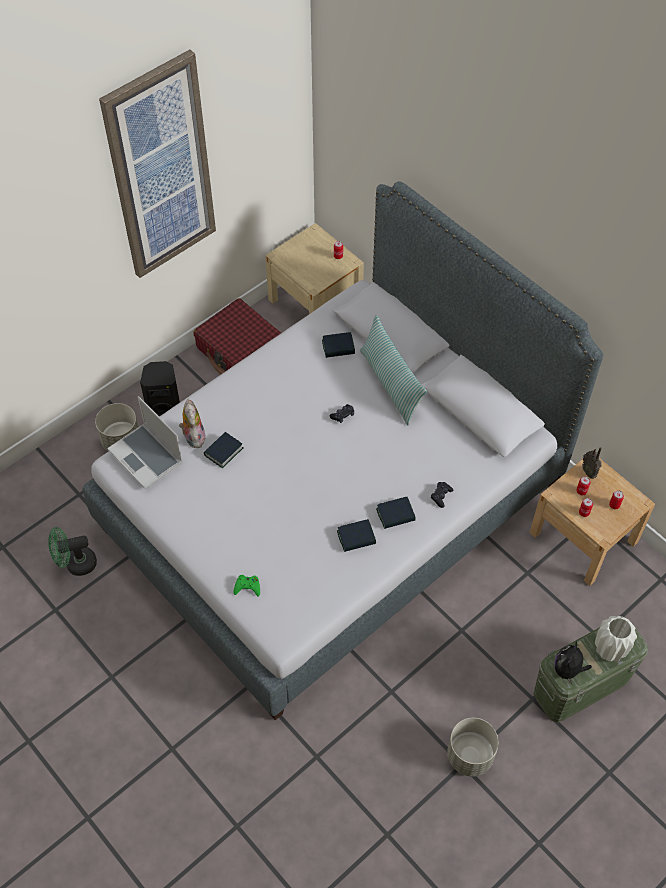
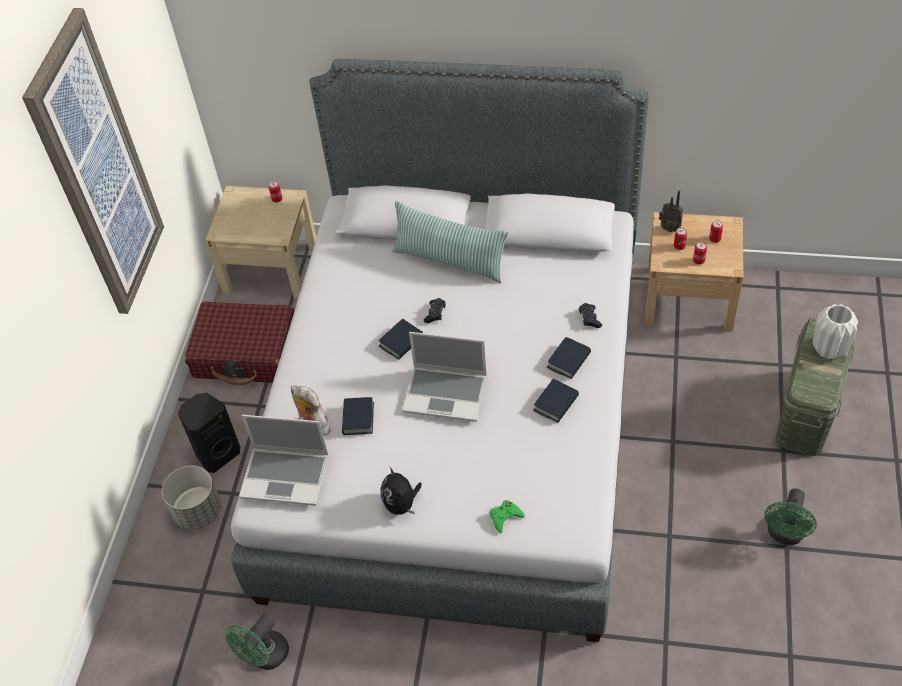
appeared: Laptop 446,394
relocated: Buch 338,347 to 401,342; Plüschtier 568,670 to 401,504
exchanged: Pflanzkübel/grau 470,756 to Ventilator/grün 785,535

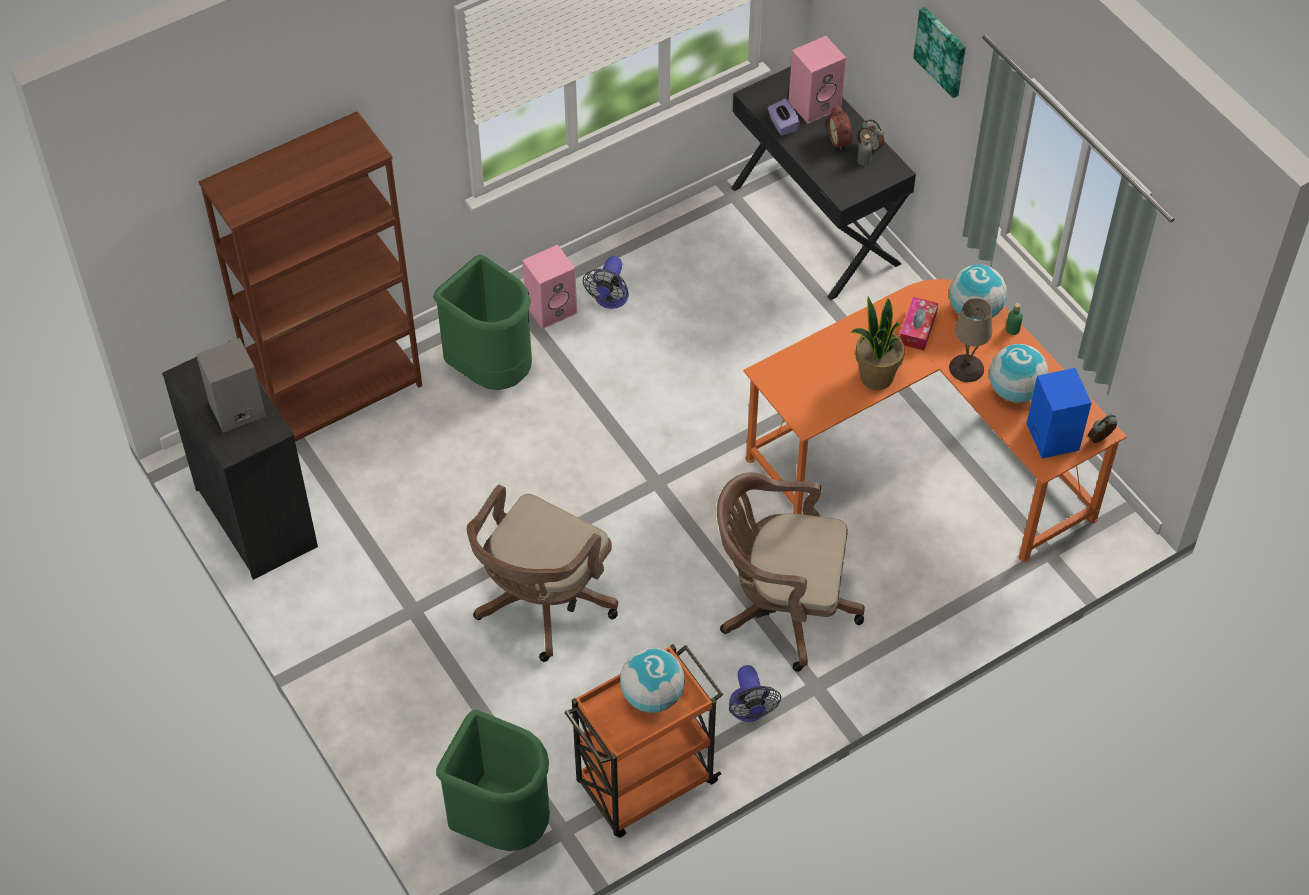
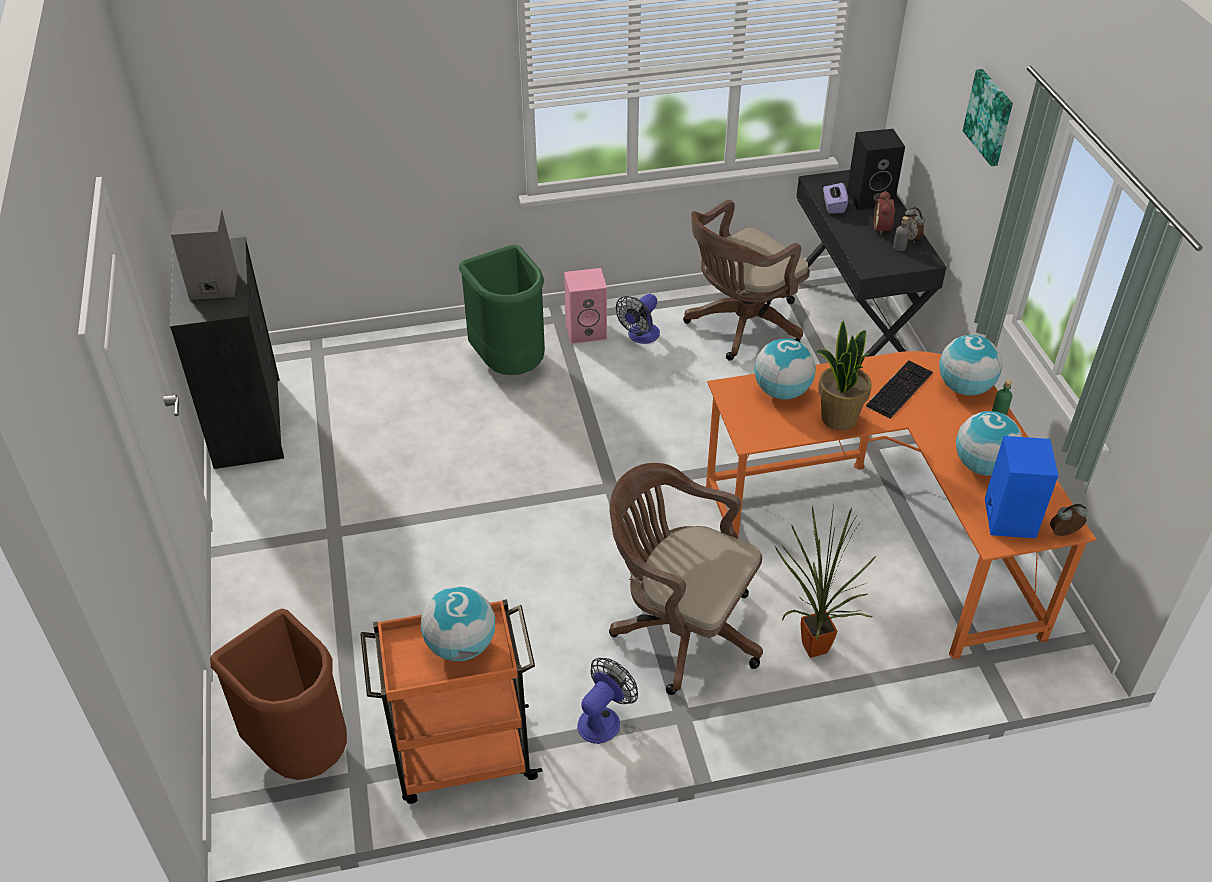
missing: Bücherregal/braun 339,397; Tischlampe/beige 965,368
appeared: Globus 781,391; Topfpflanze 809,649
relocated: Bürostuhl/braun 541,605 to 740,326
exchanged: Taschentuchbox 917,329 to Tastatur 898,388
colour: Mülleimer/grün 501,823 to Mülleimer/braun 302,750; Lautsprecher/rosa 815,104 to Lautsprecher/schwarz 871,198
spun: Ventilator 750,711 = 603,719 150 degrees counterclockwise

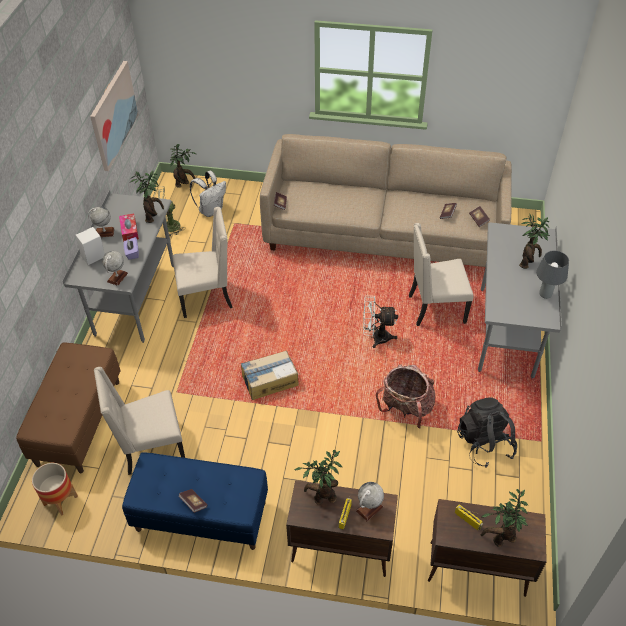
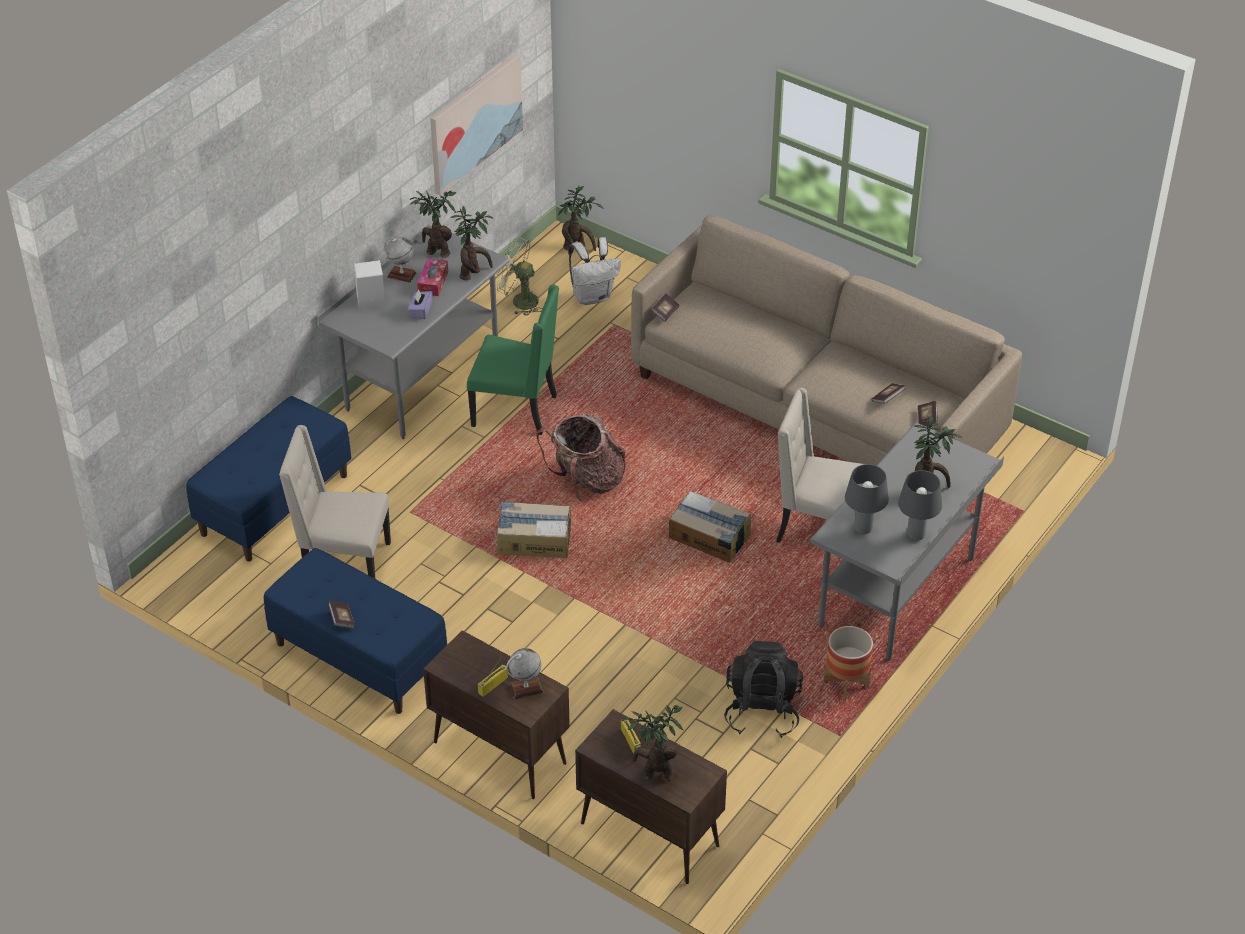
missing: Globus 117,277
appeared: Tischlampe/grau 862,529
relocated: Pflanzkübel 61,500 to 846,685; Topfpflanze 322,497 to 436,251; Rucksack 406,408 to 586,481
exchanged: Ventilator/weiß 376,337 to Karton 709,537
colour: Bank/braun 78,421 to Bank/blau 274,504; Stuhl/beige 207,297 to Stuhl/grün 517,410

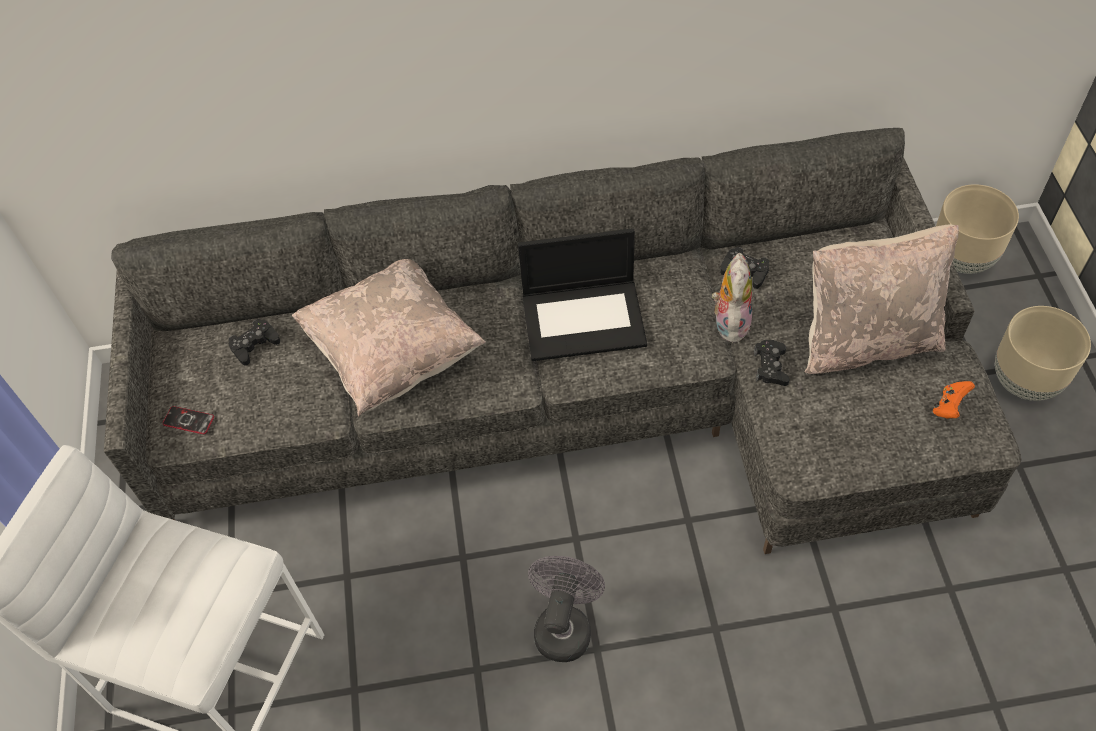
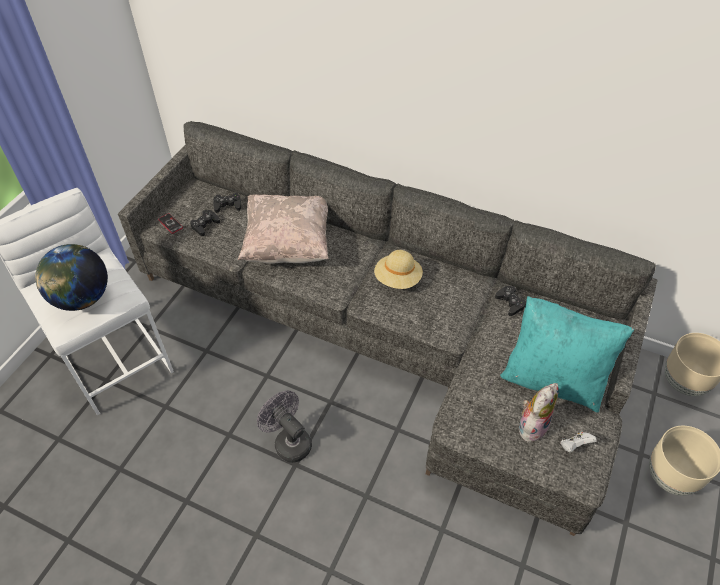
appeared: Globus 82,298
relocated: Plüschtier 729,322 to 531,425; Gamepad/schwarz 770,367 to 205,225
exchanged: Laptop 584,319 to Hut/beige 398,279
colour: Kissen/beige 866,340 to Kissen/türkis 553,379; Gamepad/orange 949,407 to Gamepad/weiß 574,445
spun: Ventilator/grau 564,625 = 289,441 90 degrees counterclockwise

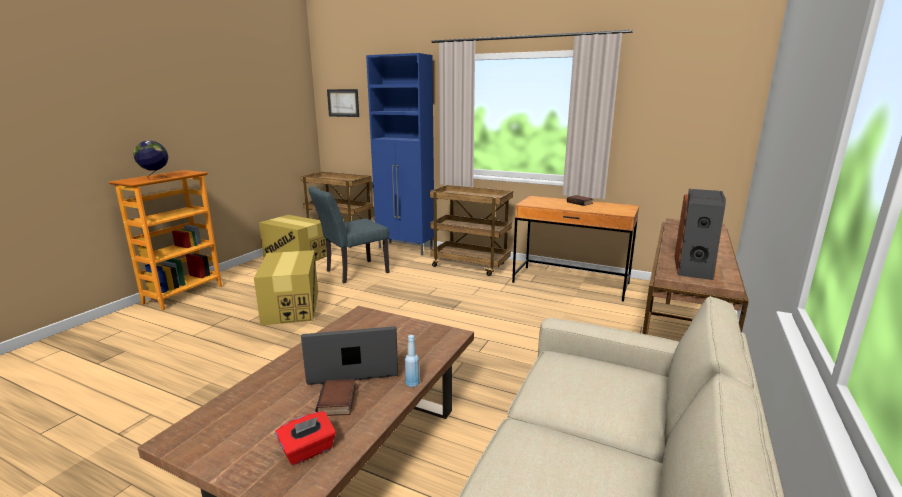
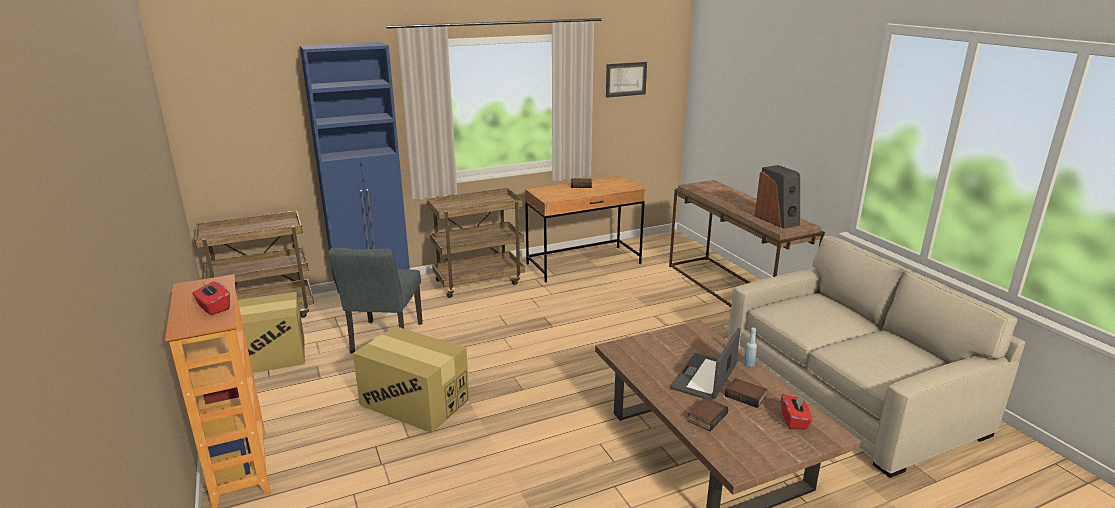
appeared: Buch 706,417
relocated: Bild 343,103 to 626,79
exchanged: Globus 155,178 to Taschentuchbox/rot 213,308

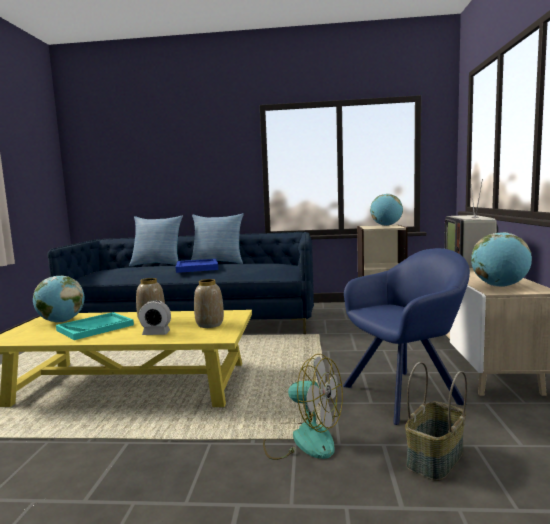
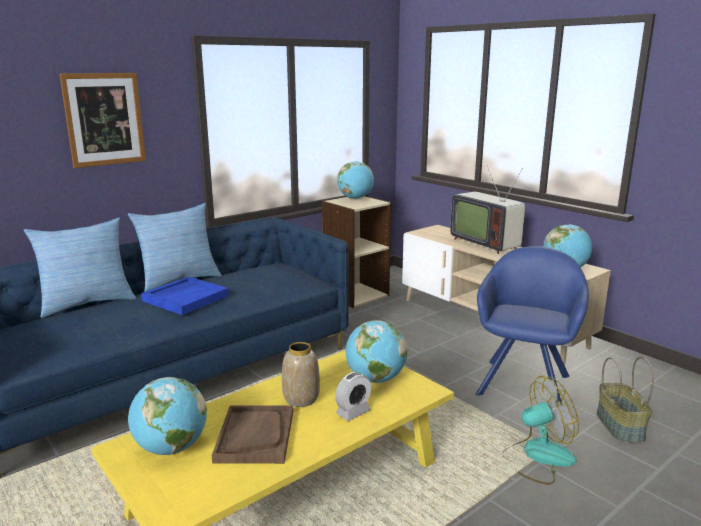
appeared: Bild 104,119
exchanged: Vase 209,324 to Globus 375,379
colour: Tablett/türkis 95,327 to Tablett/braun 255,436

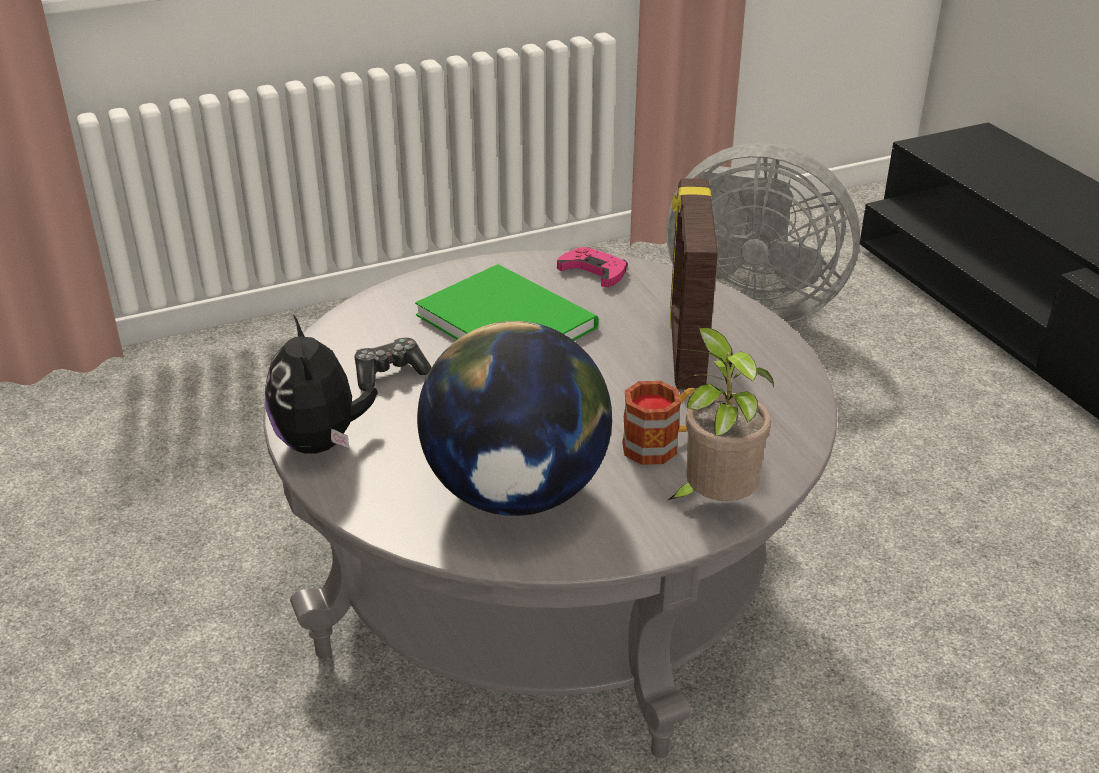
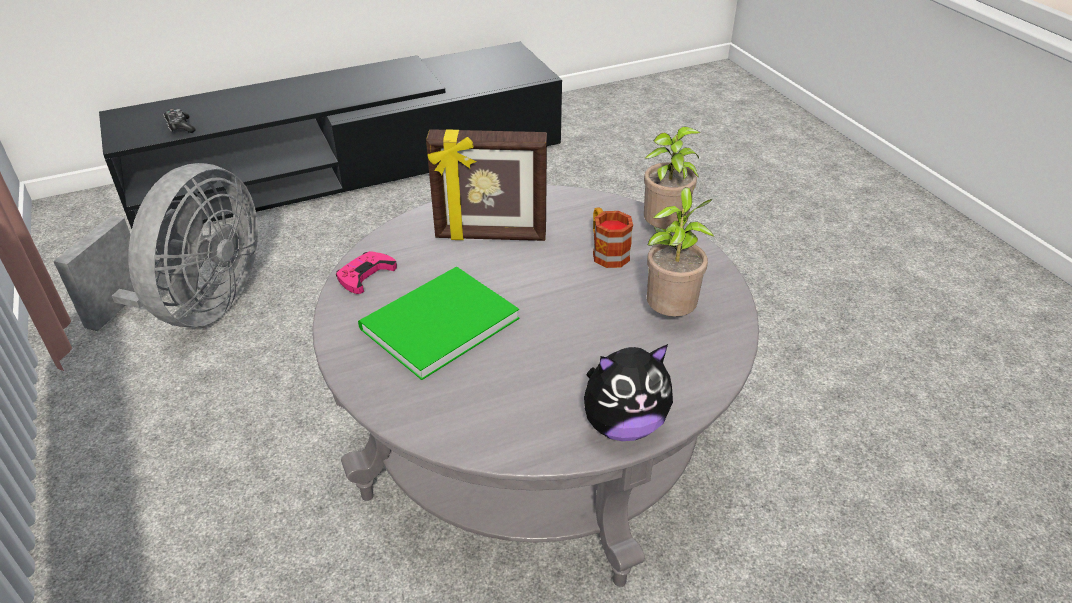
relocated: Gamepad 389,373 to 180,127
exchanged: Globus 516,493 to Topfpflanze 670,314

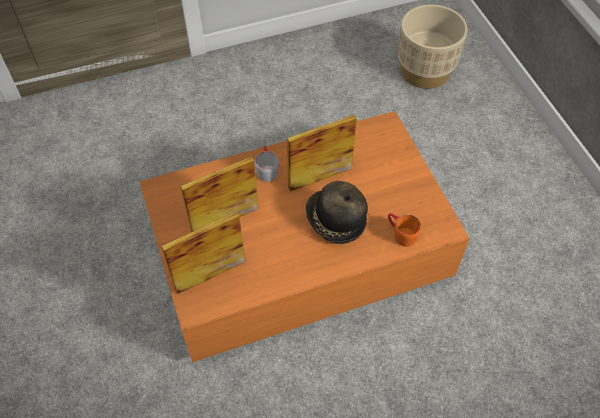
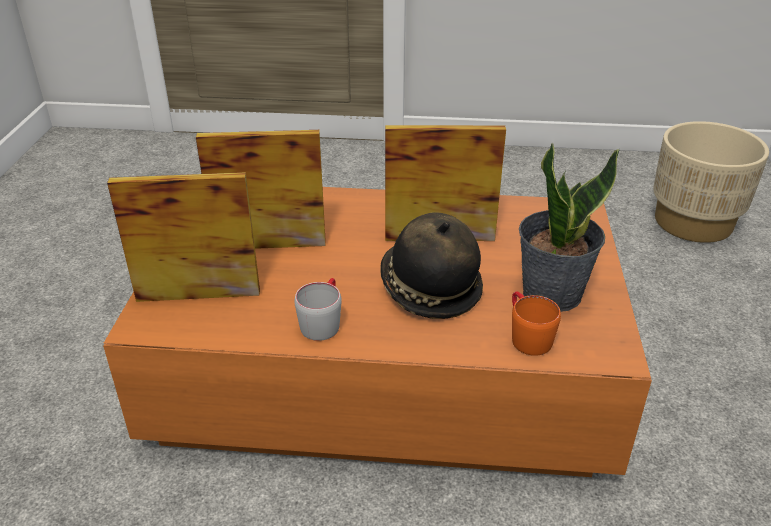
appeared: Topfpflanze 551,293
relocated: Henkelbecher/grau 266,169 to 323,321

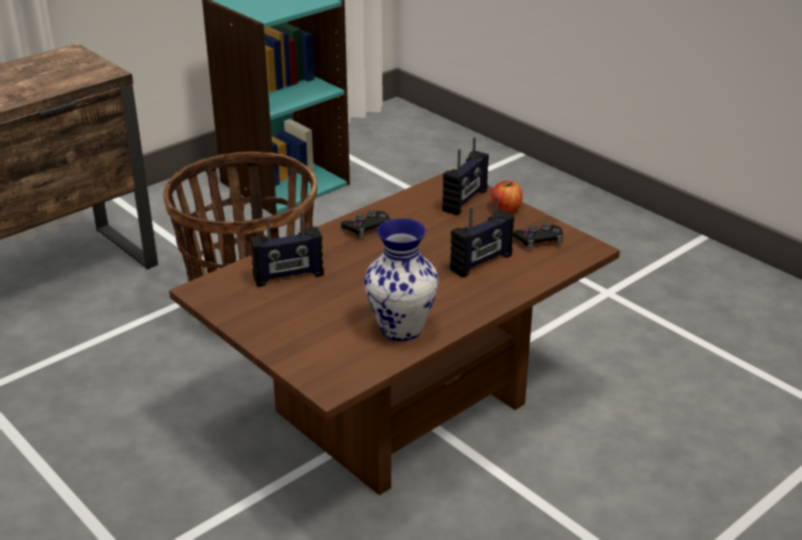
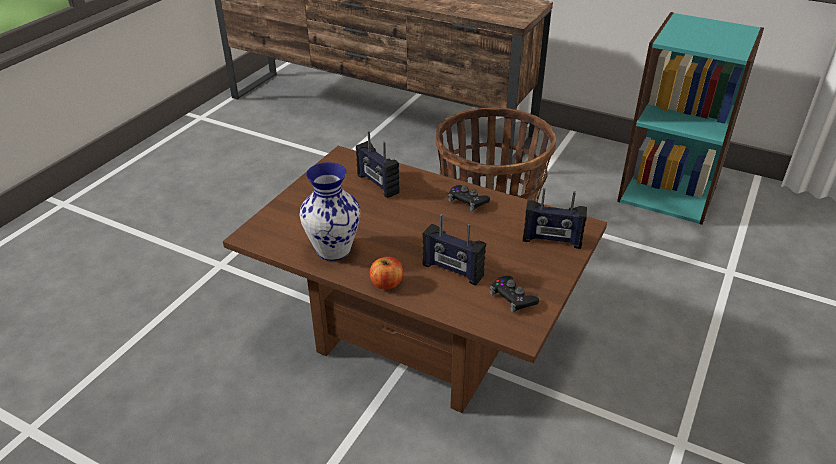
relocated: Apfel 506,209 to 386,283

